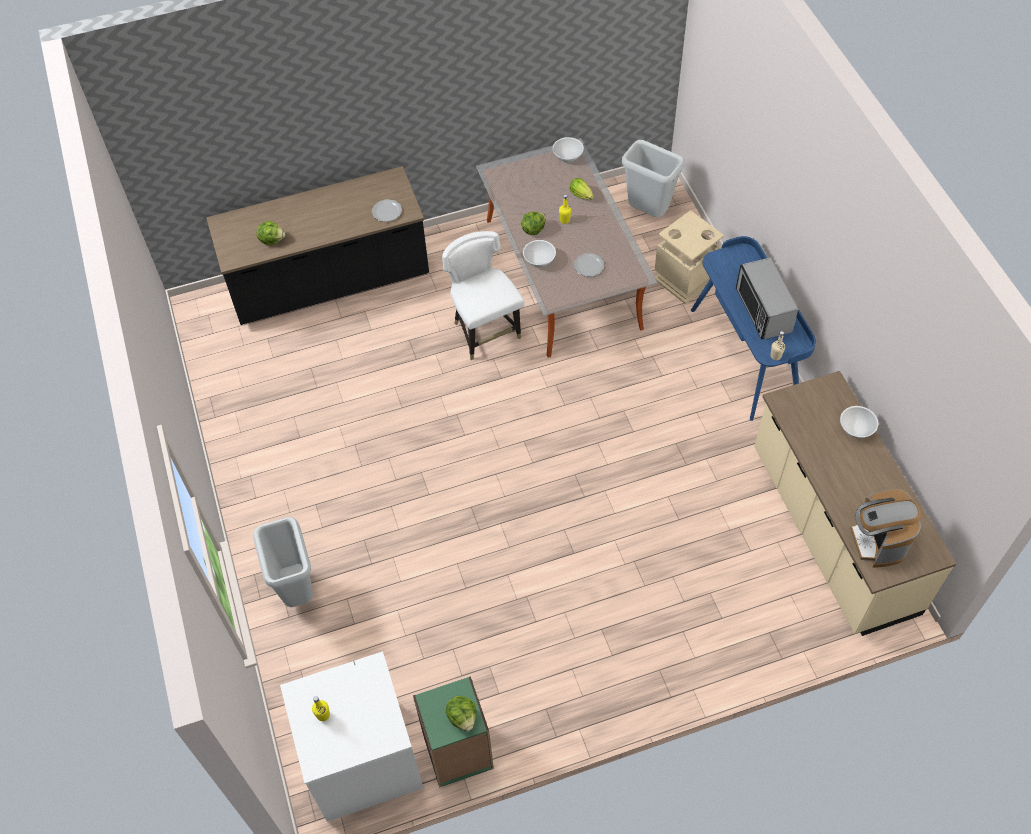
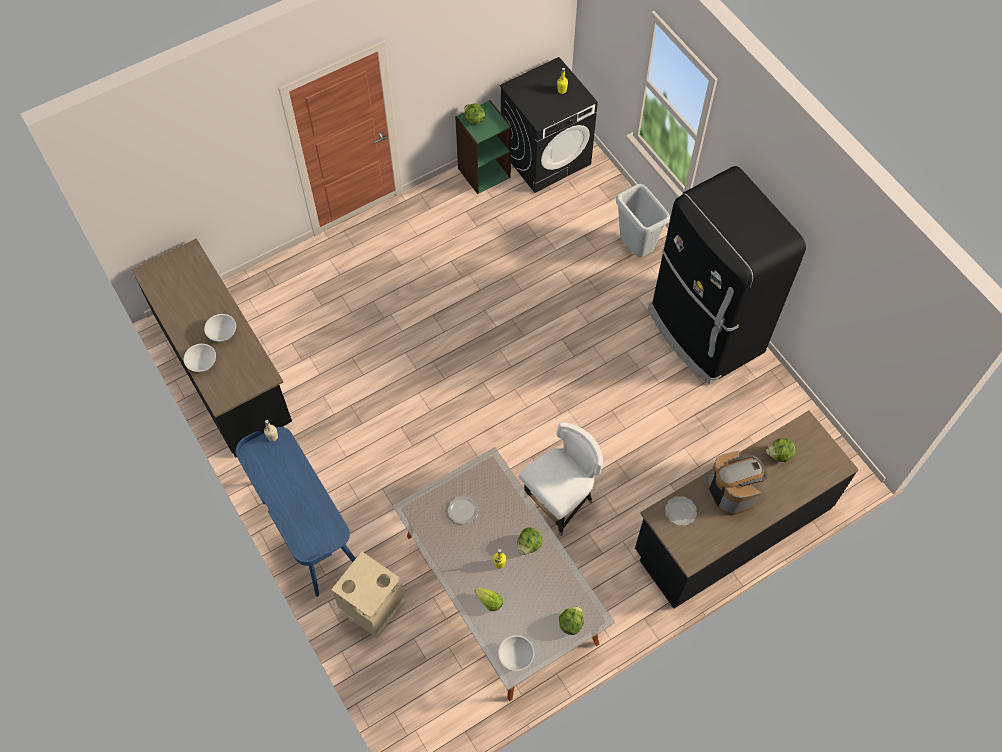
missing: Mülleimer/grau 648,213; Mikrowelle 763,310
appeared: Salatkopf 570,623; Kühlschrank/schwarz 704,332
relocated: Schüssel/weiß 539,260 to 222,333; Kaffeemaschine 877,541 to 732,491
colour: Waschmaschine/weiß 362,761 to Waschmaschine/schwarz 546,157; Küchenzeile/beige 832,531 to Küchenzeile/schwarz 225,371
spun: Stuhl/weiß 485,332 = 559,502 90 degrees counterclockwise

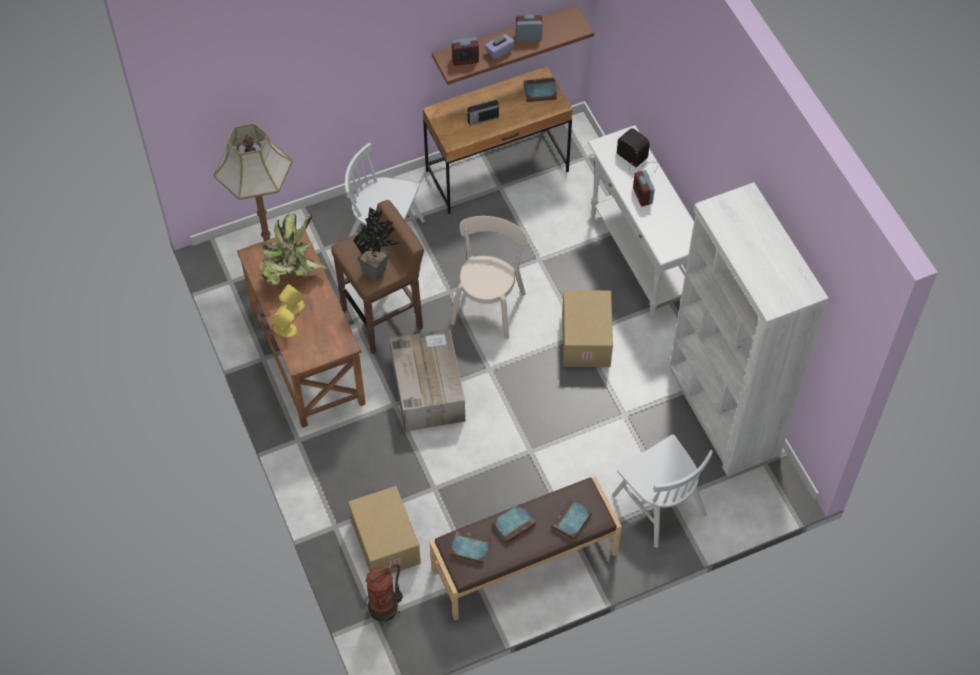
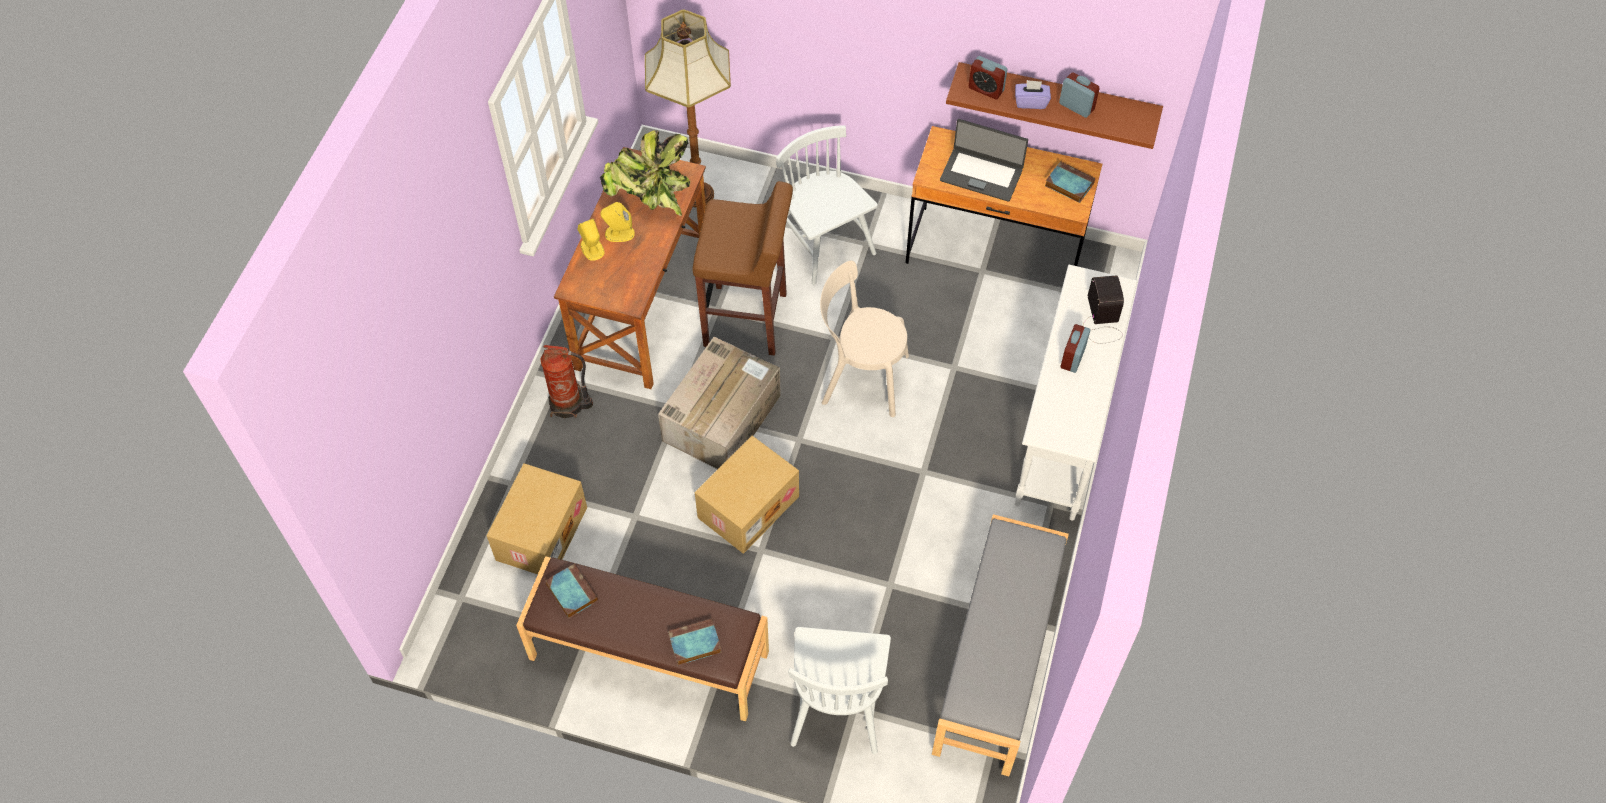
missing: Topfpflanze 378,269; Buch 514,524
relocated: Feuerlöscher 385,607 to 569,404; Karton 584,339 to 747,505
exchanged: Radio 482,119 to Laptop 981,174; Bücherregal/weiß 723,412 to Bank/grau 997,660
spun: Stuhl/beige 489,305 = 860,378 135 degrees counterclockwise

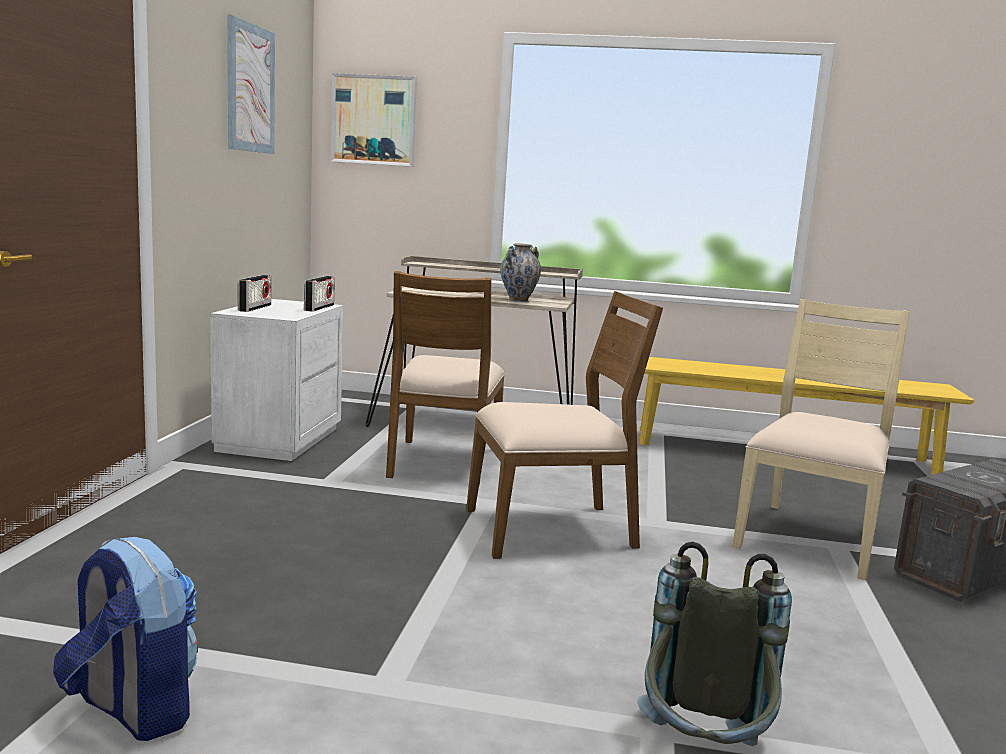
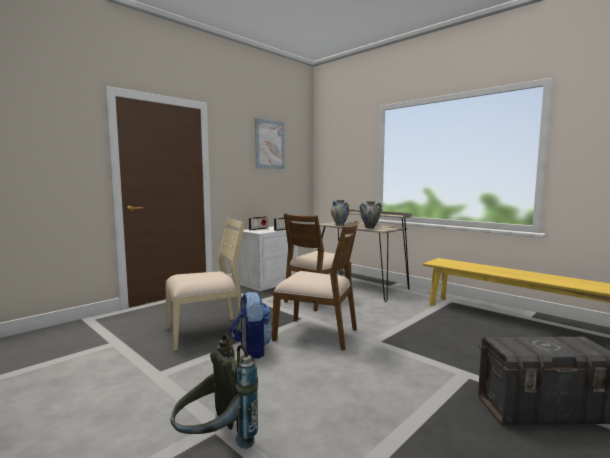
missing: Bild 374,120
appeared: Vase 339,224
relocated: Rucksack 132,710 to 251,350; Stuhl/beige 810,537 to 206,332

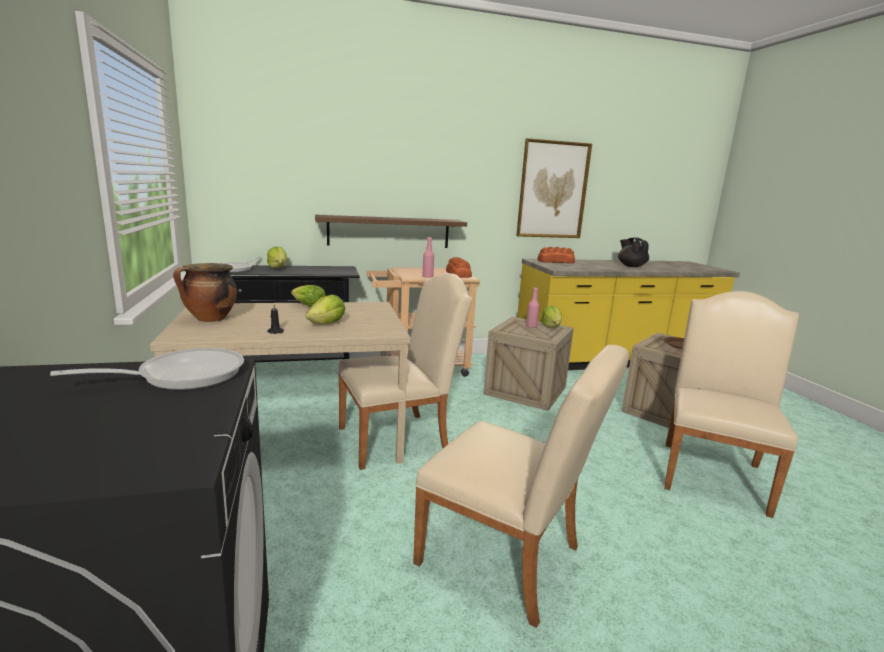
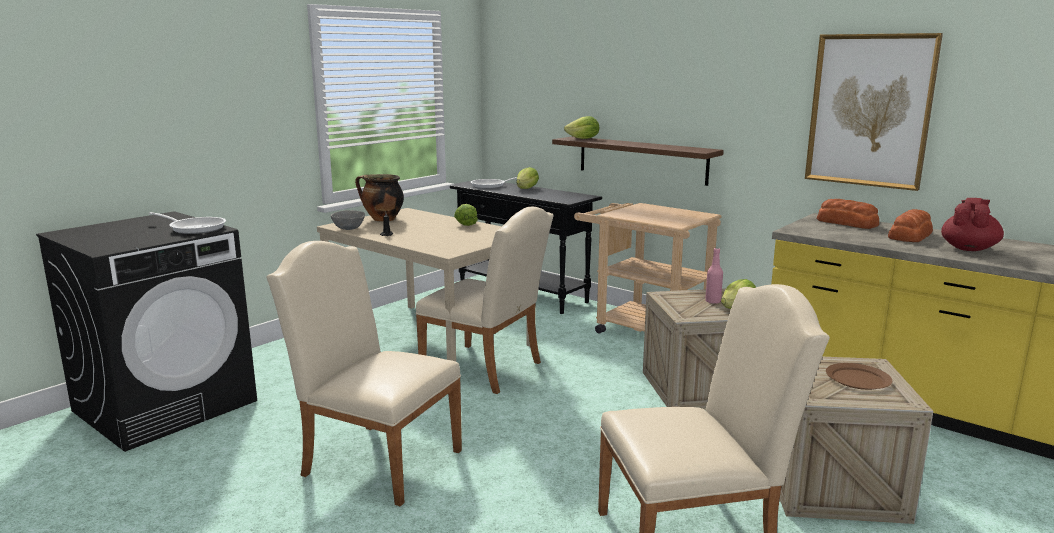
missing: Flasche/rosa 427,277
appeared: Schüssel/grau 349,229
relocated: Salatkopf 327,324 to 583,139; Brot 458,274 to 910,236
colour: Teekanne/schwarz 631,266 to Teekanne/rot 968,248
spun: Stuhl/beige 509,560 = 374,459 120 degrees clockwise

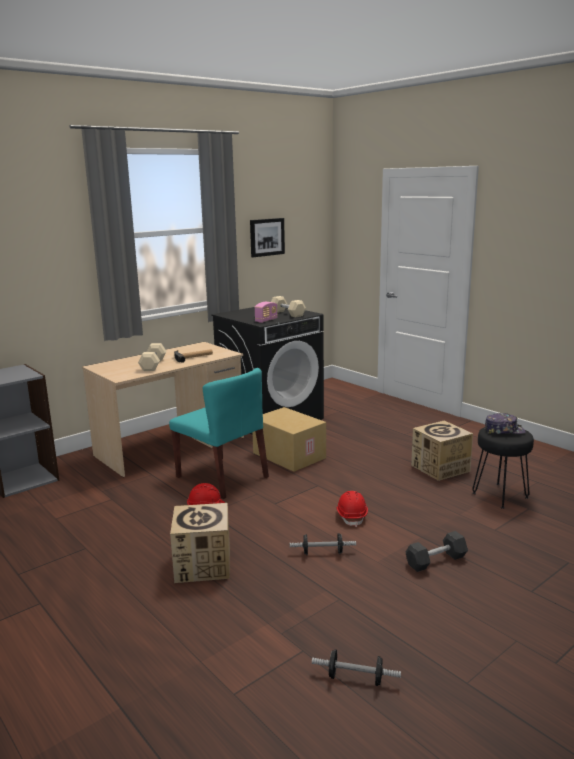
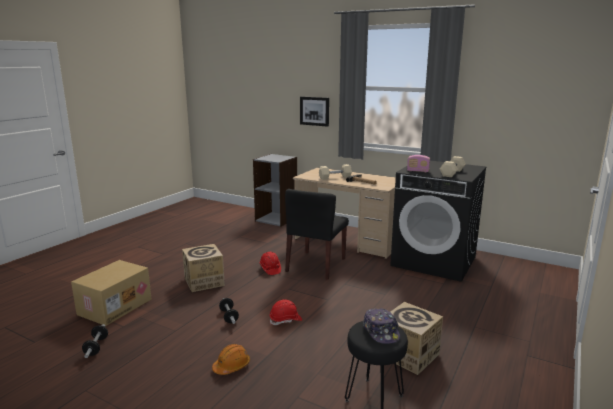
relocated: Bild 266,237 to 314,111; Karton 288,455 to 115,306
exchanged: Hantel/grau 436,561 to Schutzhelm/orange 231,366
colour: Stuhl/türkis 222,477 to Stuhl/schwarz 316,265

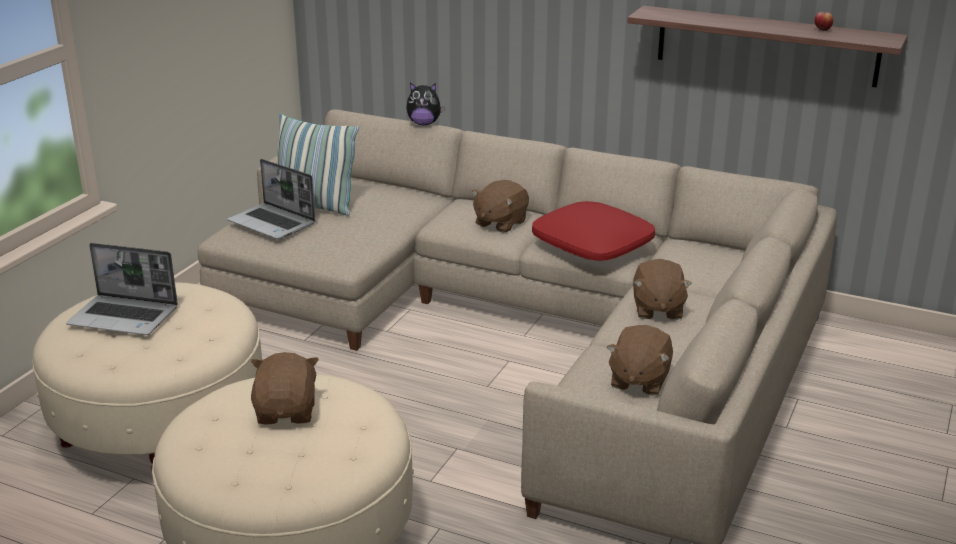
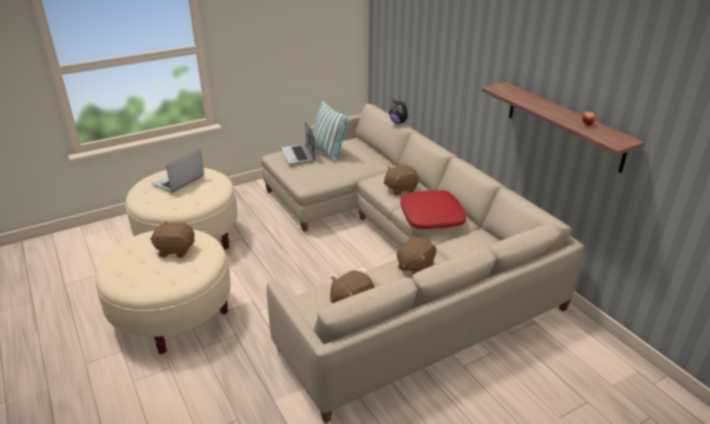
spun: Laptop 125,317 = 178,181 75 degrees clockwise; Plüschtier/braun 287,412 = 175,250 120 degrees counterclockwise

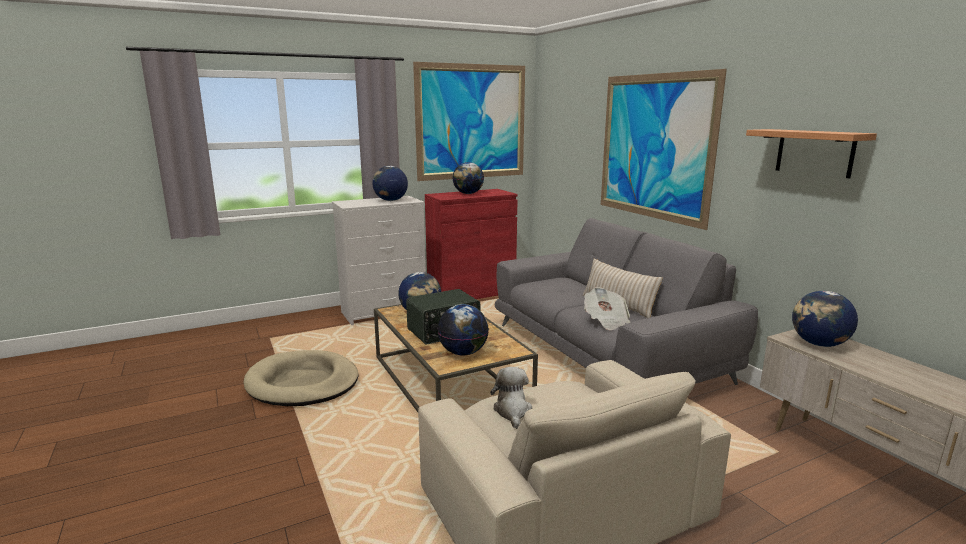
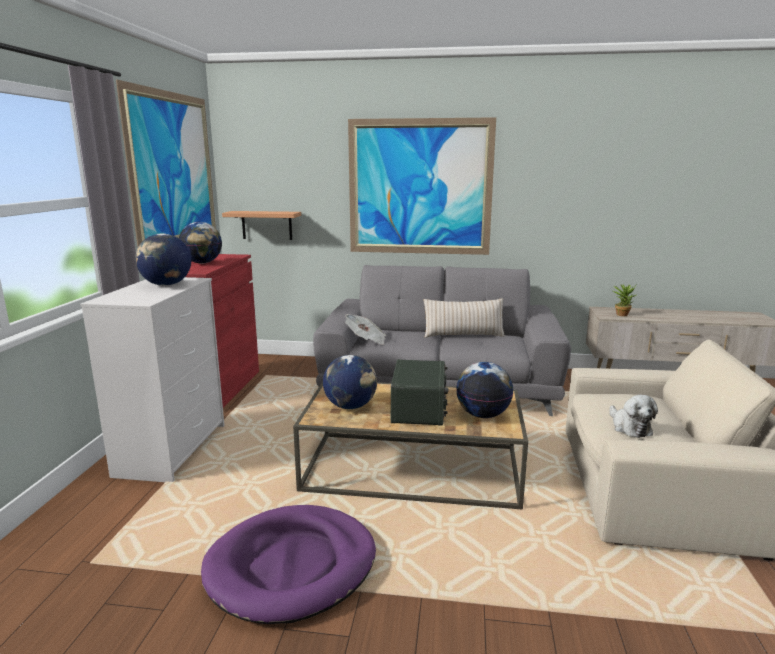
relocated: Zeitung 606,321 to 366,340; Wandregal 814,152 to 267,225
exchanged: Globus 819,344 to Topfpflanze 622,314
colour: Hundebett/beige 302,383 to Hundebett/lila 292,566
spun: Plüschtier 512,411 = 629,427 135 degrees counterclockwise

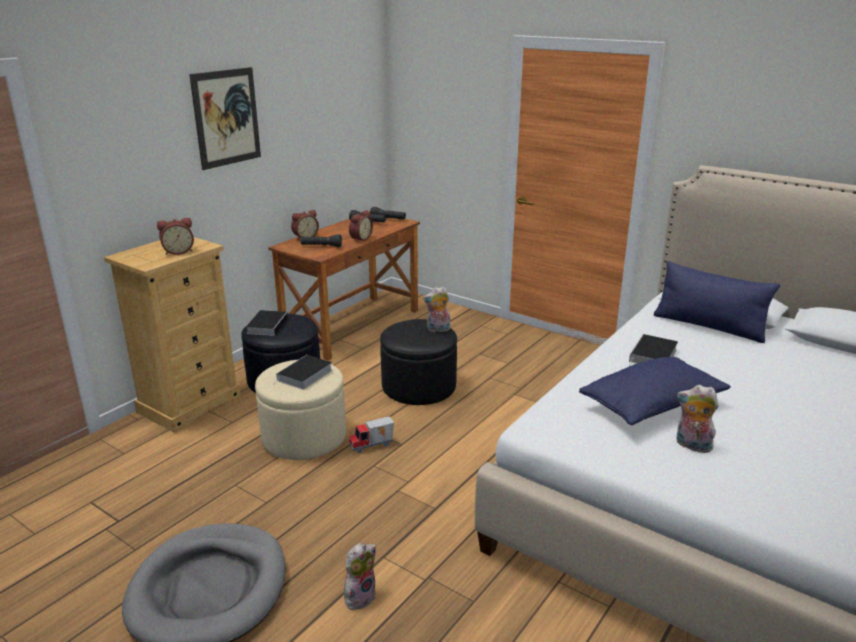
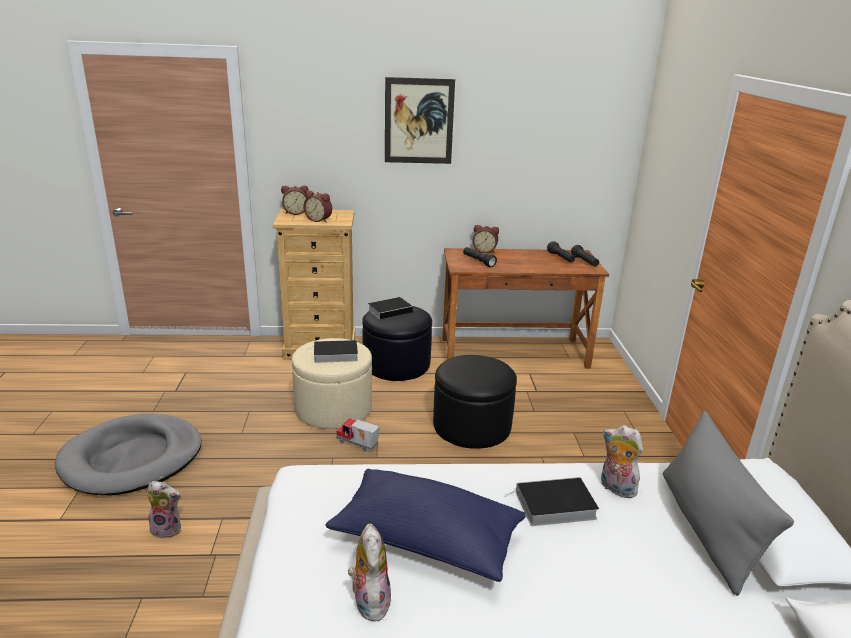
relocated: Wecker 360,239 to 296,212; Plüschtier 438,329 to 615,488
colour: Kissen/blau 708,326 to Kissen/grau 706,528

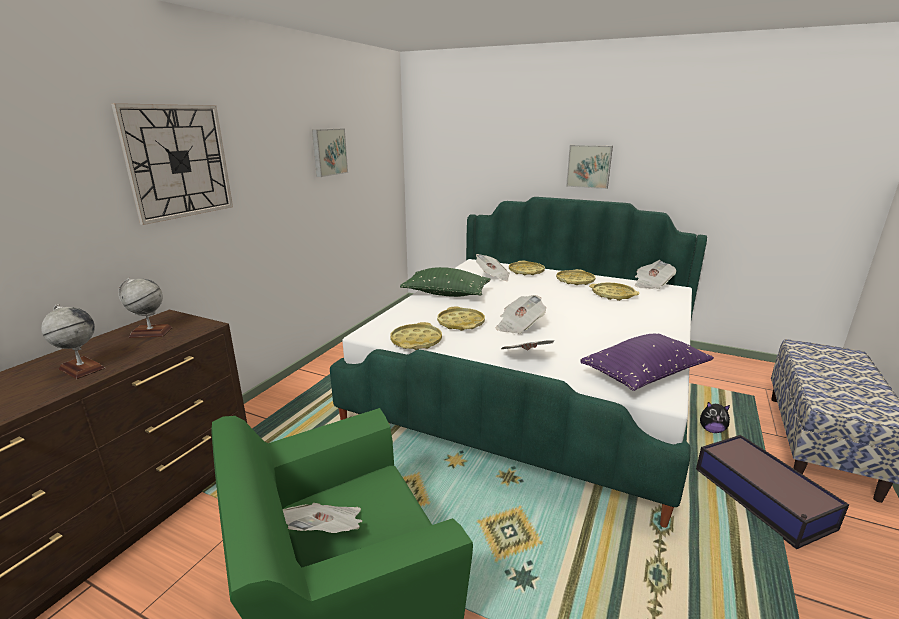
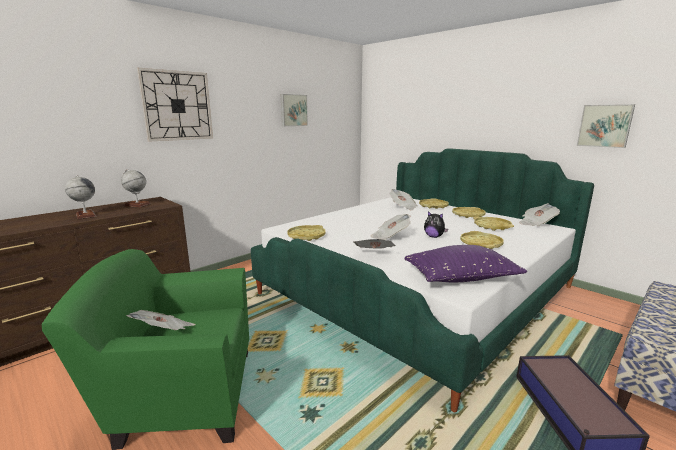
missing: Kissen/grün 446,294
relocated: Tablett/gelb 461,323 to 481,244; Bild 589,166 to 605,126; Plüschtier 711,430 to 434,236

